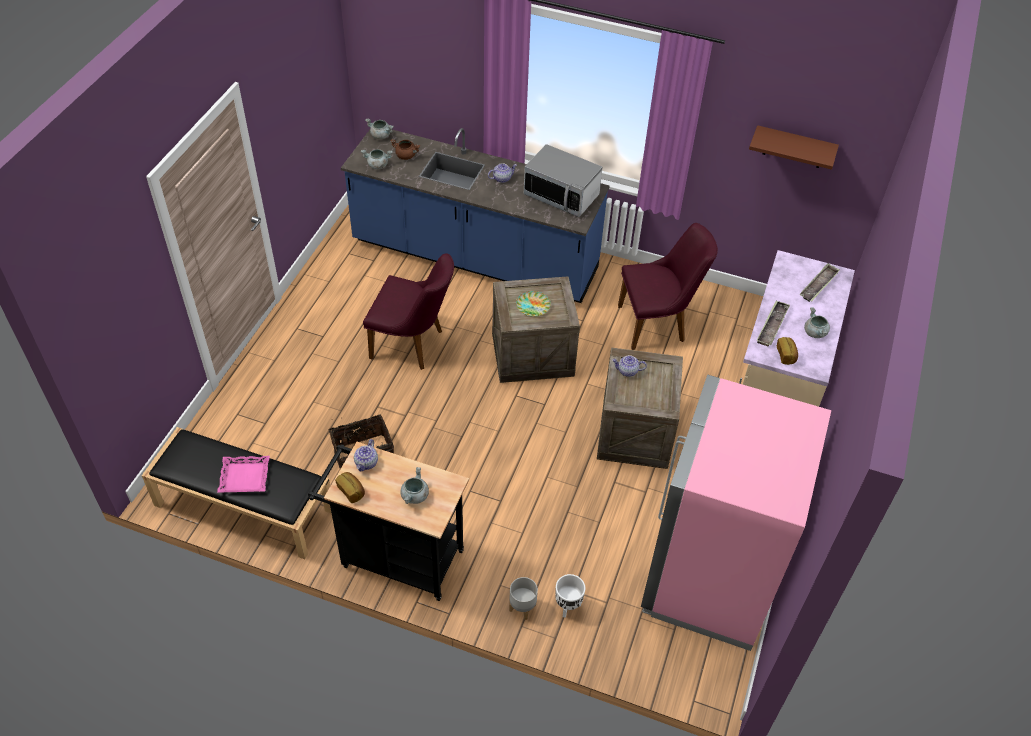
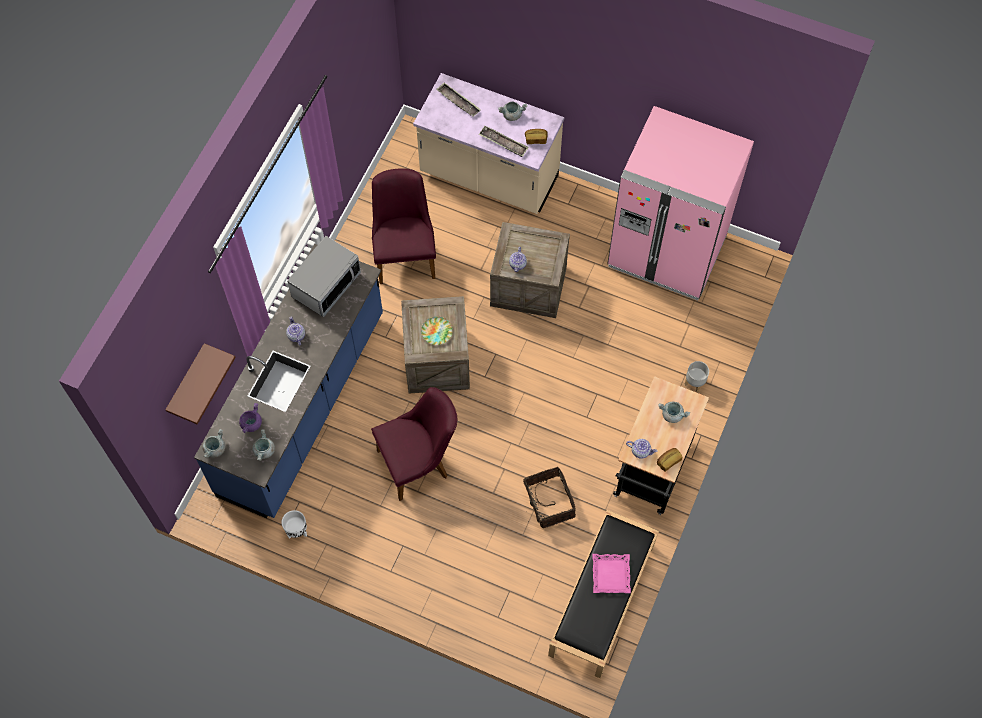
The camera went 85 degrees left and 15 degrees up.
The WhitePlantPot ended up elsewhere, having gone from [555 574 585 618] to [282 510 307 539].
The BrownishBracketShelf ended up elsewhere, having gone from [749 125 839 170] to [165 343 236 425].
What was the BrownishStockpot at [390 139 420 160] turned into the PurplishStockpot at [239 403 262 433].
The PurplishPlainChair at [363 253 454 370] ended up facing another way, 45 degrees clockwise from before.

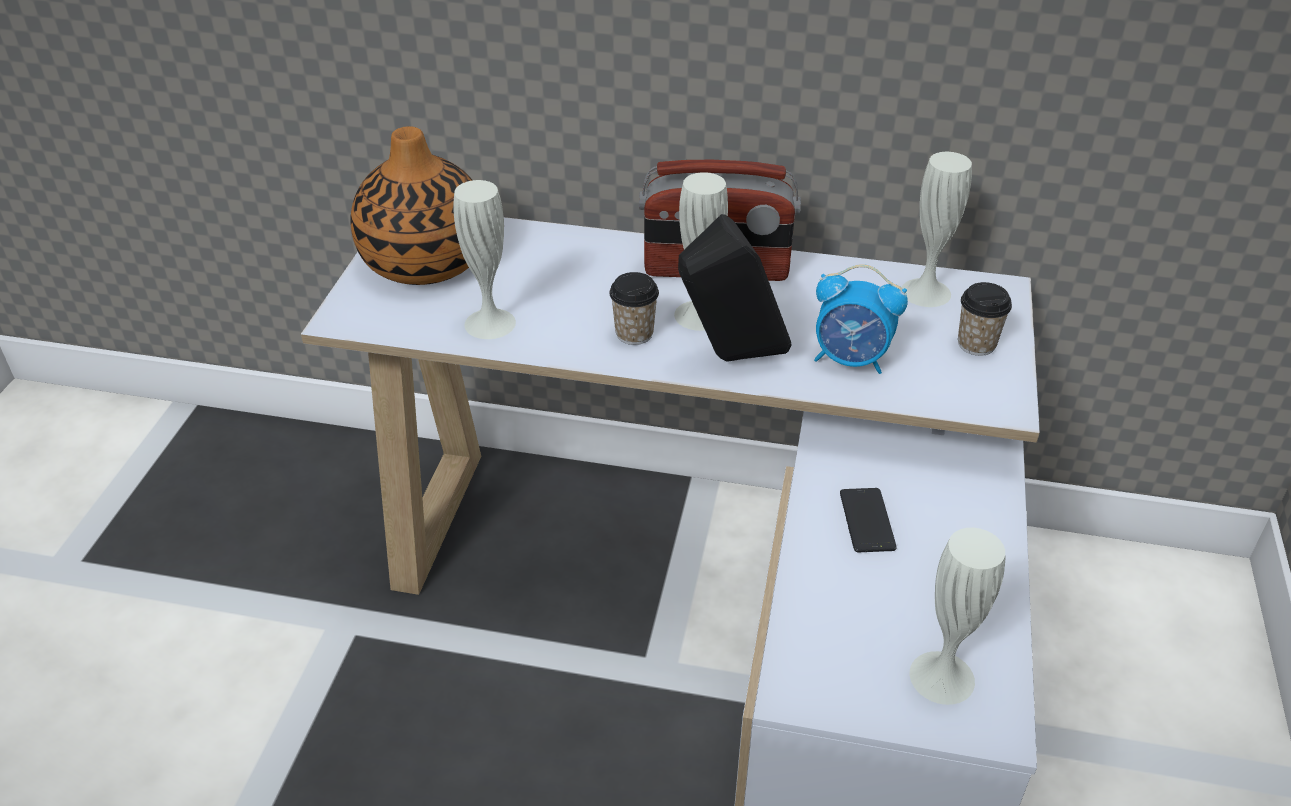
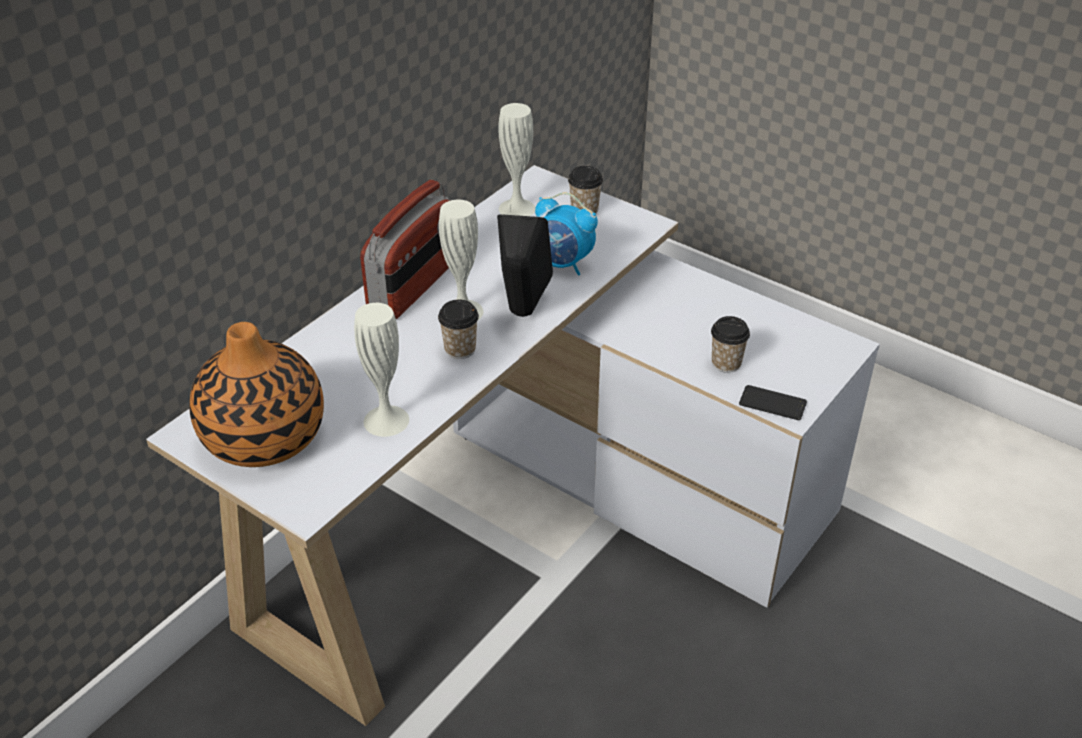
The camera went 65 degrees left and 0 degrees up.
The second view lost the WhiteVase at [910 528 1005 705].
The second view gained the SmallCup at [711 316 750 373].
The Phone ended up elsewhere, having gone from [840 488 897 552] to [739 385 807 420].
The AlarmClock at [814 264 908 374] ended up facing another way, 75 degrees clockwise from before.

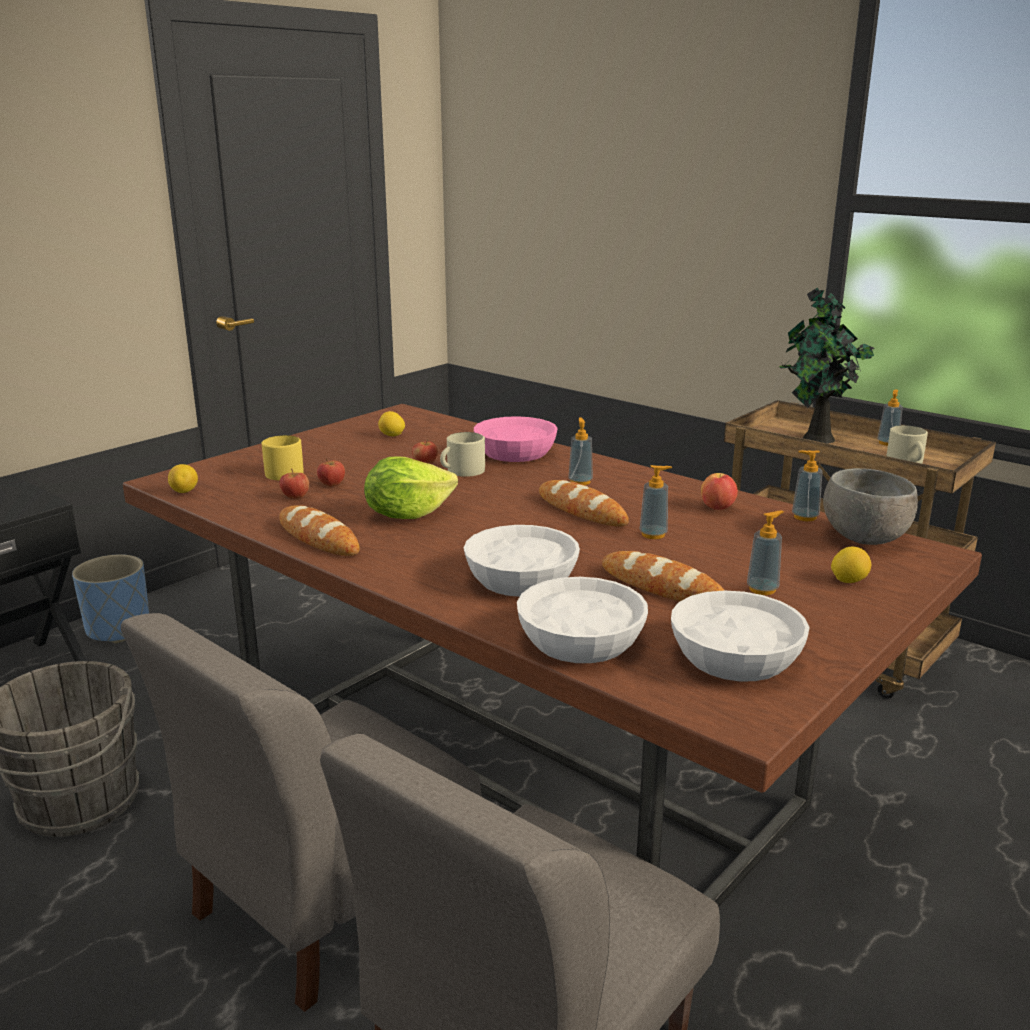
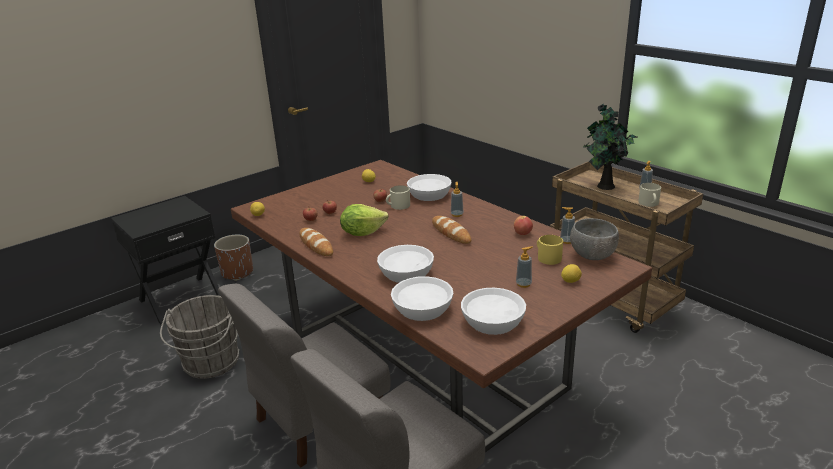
The camera went 10 degrees right and 5 degrees up.
The second view lost the Bread at [602 551 724 601].
The second view lost the LiquidSoapBottle at [640 465 672 539].
The YellowCoffeeMug ended up elsewhere, having gone from [262 435 303 480] to [537 235 563 265].
What was the BlueColouredPlantPot at [72 554 149 644] turned into the BrownishPlantPot at [214 235 253 281].
What was the PinkBowl at [474 416 558 462] turned into the WhiteBowl at [407 174 452 201].

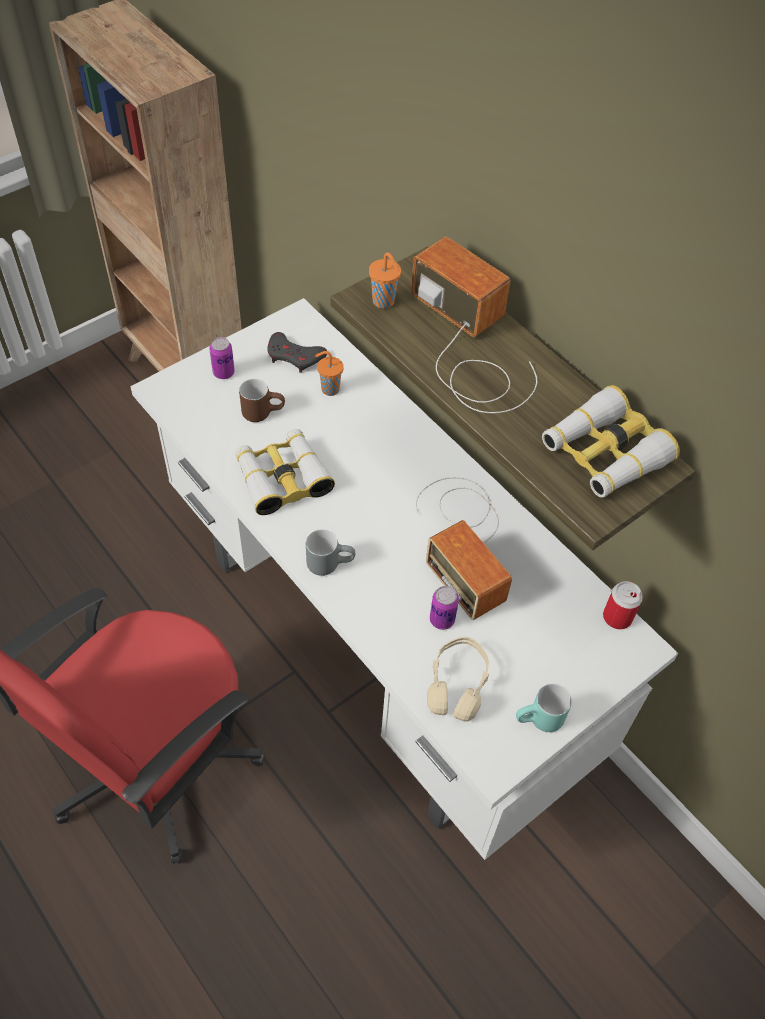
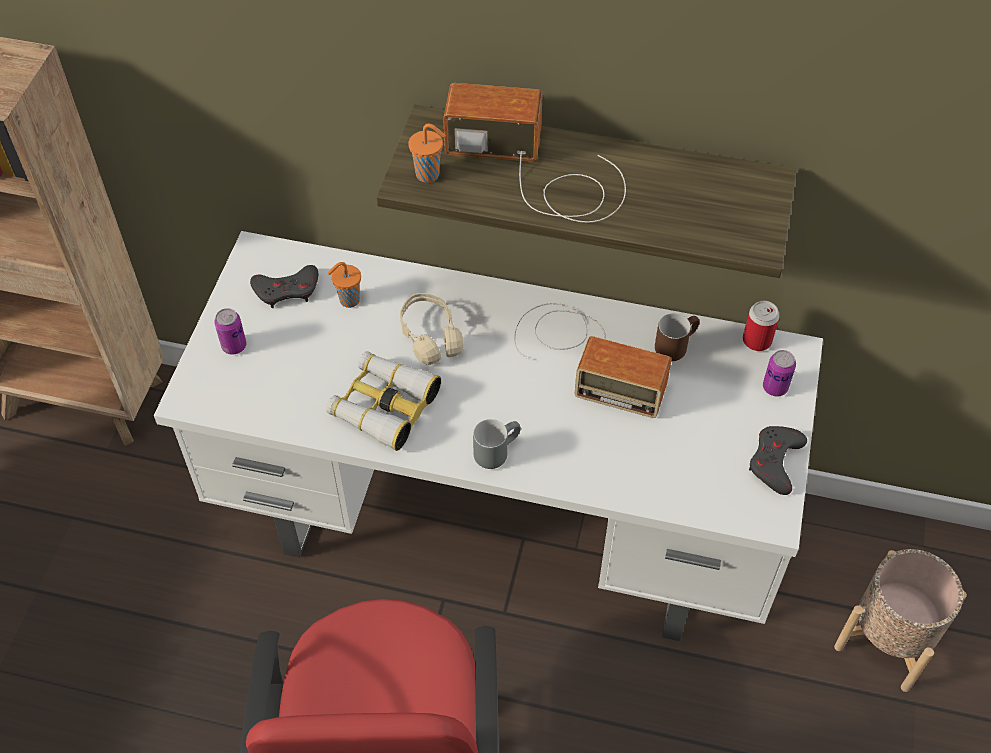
The camera went 35 degrees left and 0 degrees up.
The second view lost the Binoculars at [542 385 680 497].
The second view gained the BeigeColouredPlantPot at [834 549 967 692].
The BrownishCoffeeMug ended up elsewhere, having gone from [239 379 285 422] to [655 313 700 361].
The BeigeColouredPairOfHeadphones ended up elsewhere, having gone from [427 637 489 721] to [400 293 464 365].
The Can ended up elsewhere, having gone from [430 586 459 630] to [763 350 796 396].
Where the TurquoiseCoffeeMug stood at [516 684 572 732], the GreyishGameController came to stand at [749 426 807 495].

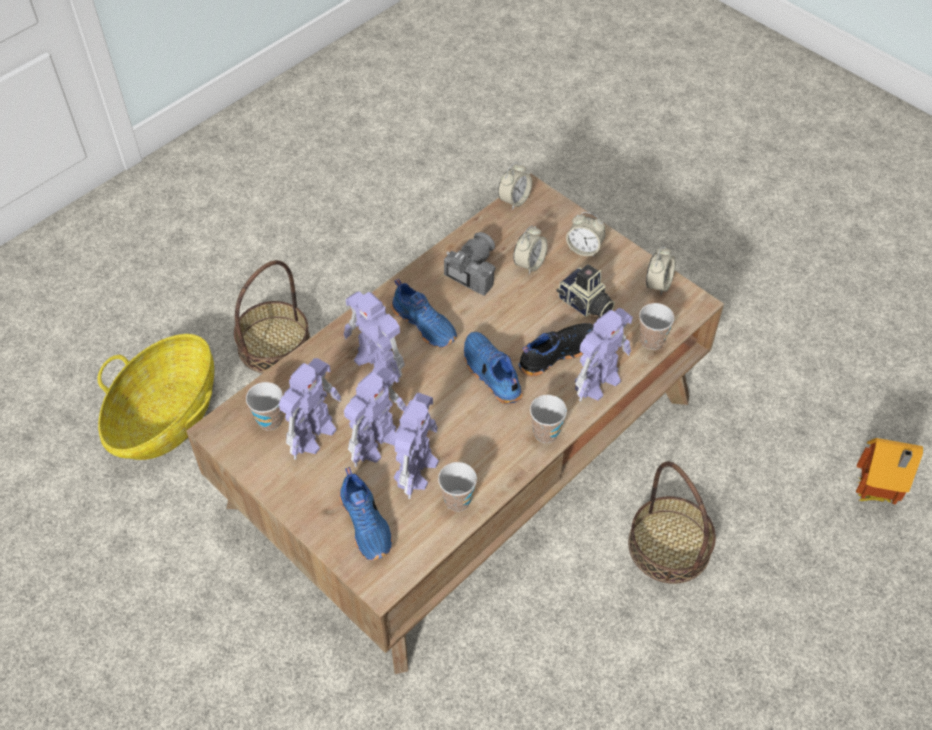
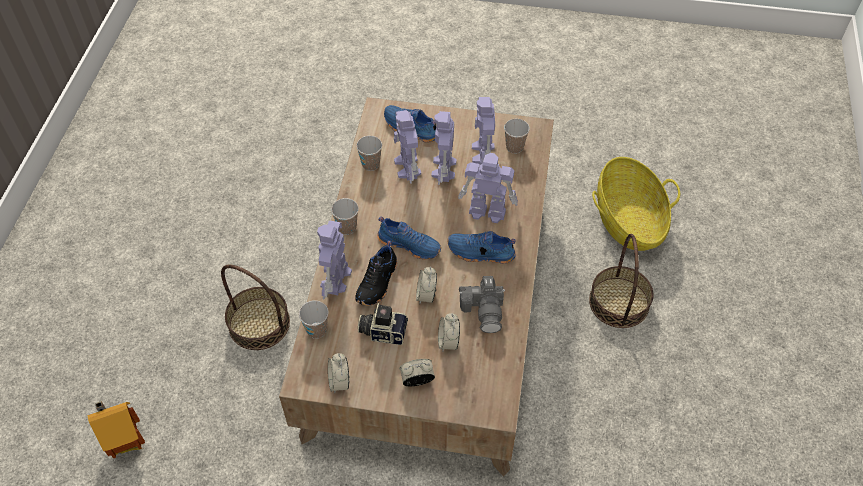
The camera went 145 degrees right and 0 degrees up.
The AlarmClock ended up elsewhere, having gone from [498 162 532 210] to [416 267 437 304].

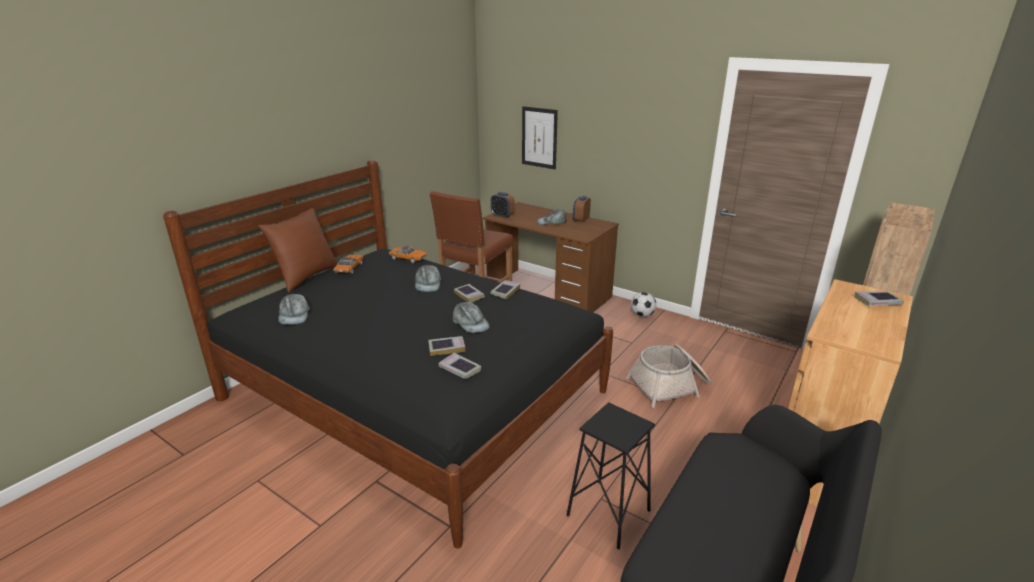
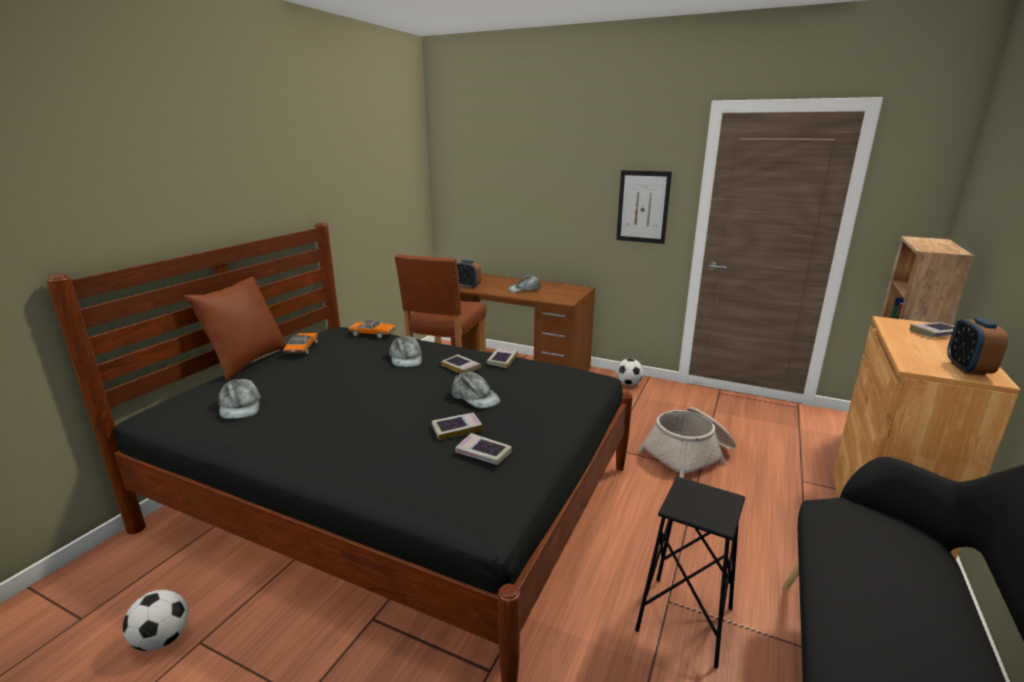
The camera went 10 degrees left and 5 degrees down.
The second view gained the BallForFootball at [123 589 188 651].
The WallArt ended up elsewhere, having gone from [522 106 558 169] to [616 170 672 244].
The AlarmClock ended up elsewhere, having gone from [573 196 591 223] to [947 317 1008 376].

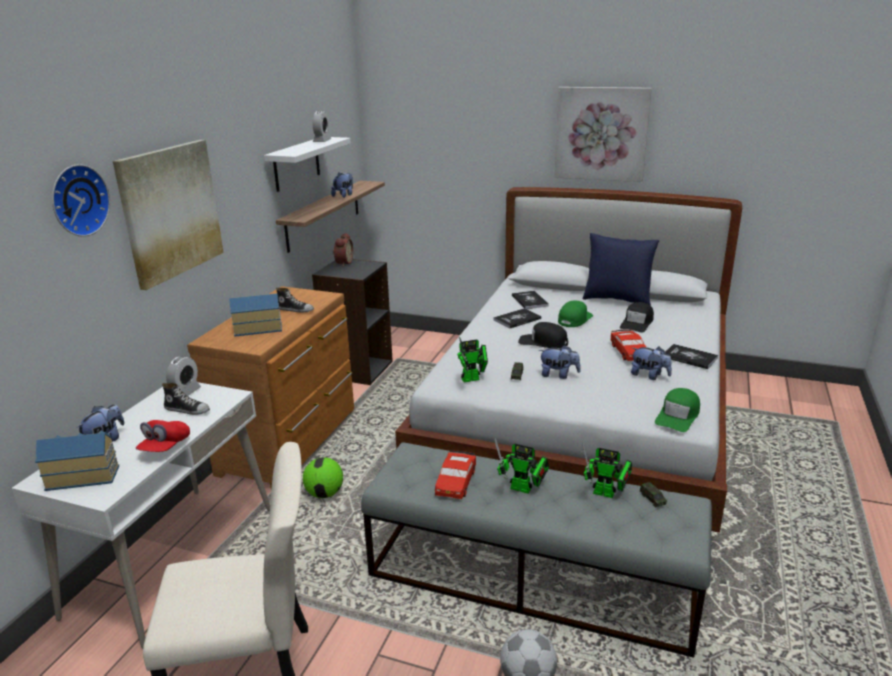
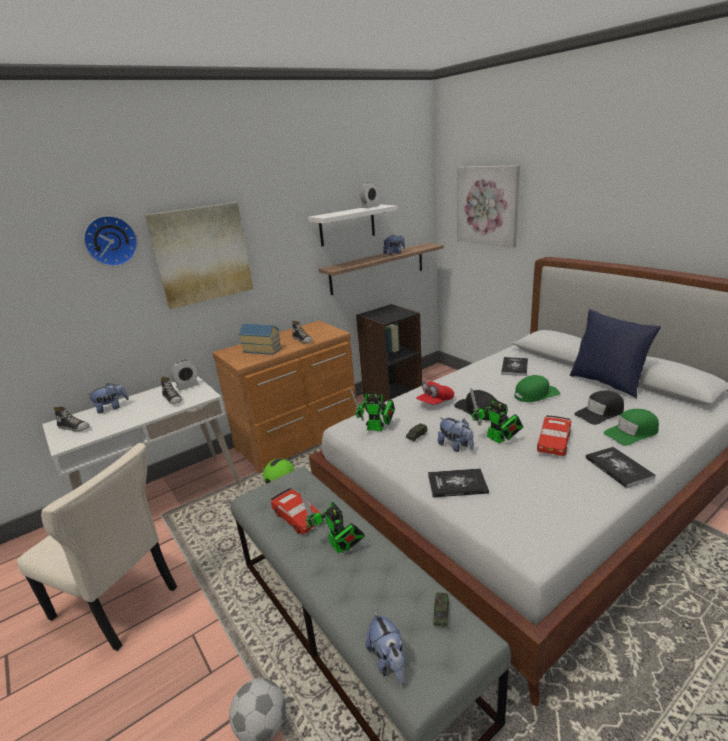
The camera went 35 degrees right and 0 degrees up.
The second view lost the AlarmClock at [333 233 353 267].
The ReddishCap ended up elsewhere, having gone from [136 420 190 452] to [417 381 454 405].
The Volume ended up elsewhere, having gone from [493 308 541 329] to [428 468 489 498].
The WallArt ended up elsewhere, having gone from [554 87 652 182] to [457 165 520 248].
The RobotFigure ended up elsewhere, having gone from [582 442 632 498] to [470 388 523 443].
The SoftToy ended up elsewhere, having gone from [631 347 672 380] to [366 611 405 684].
The GreenishCap ended up elsewhere, having gone from [655 388 700 432] to [603 409 659 446].
Where the ModelHouse stood at [35 431 119 491], the ItemOfFootwear came to stand at [53 407 90 432].
The ReddishModelCar at [435 450 476 499] ended up facing another way, 90 degrees counterclockwise from before.

